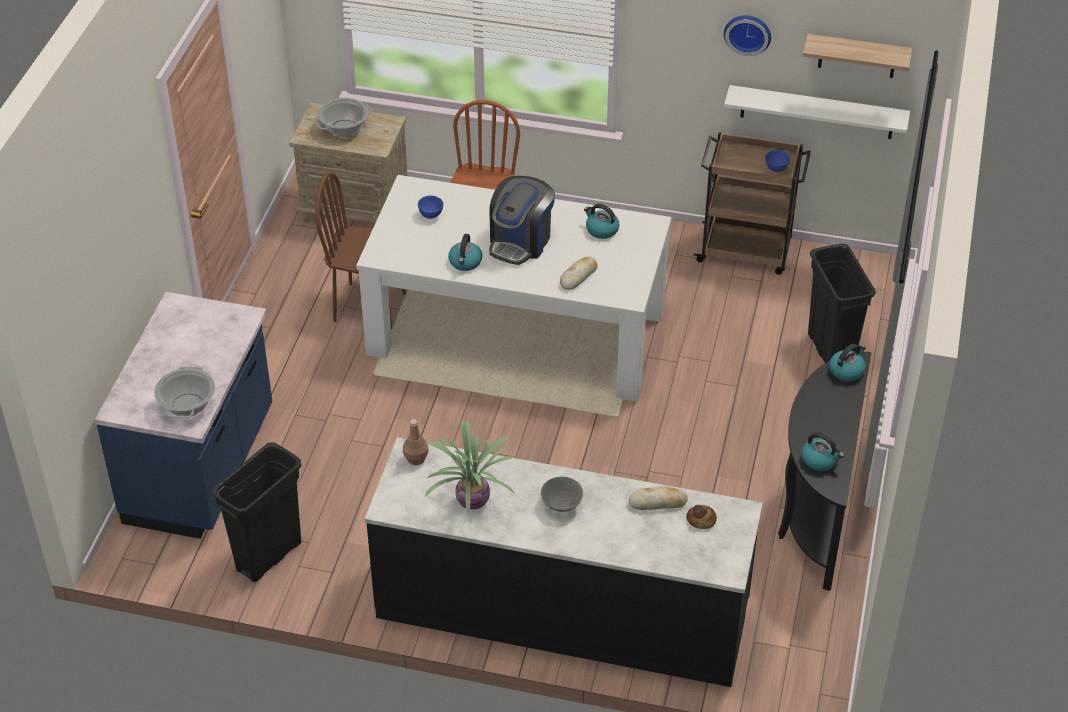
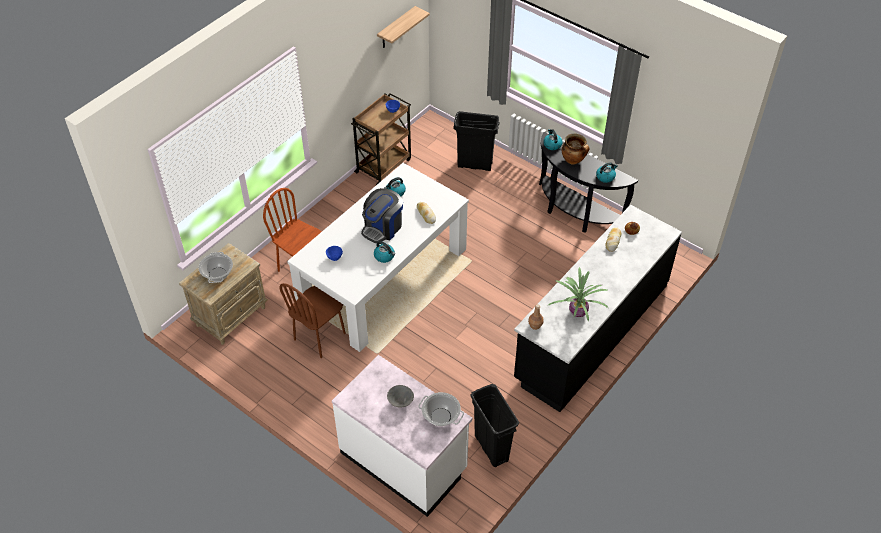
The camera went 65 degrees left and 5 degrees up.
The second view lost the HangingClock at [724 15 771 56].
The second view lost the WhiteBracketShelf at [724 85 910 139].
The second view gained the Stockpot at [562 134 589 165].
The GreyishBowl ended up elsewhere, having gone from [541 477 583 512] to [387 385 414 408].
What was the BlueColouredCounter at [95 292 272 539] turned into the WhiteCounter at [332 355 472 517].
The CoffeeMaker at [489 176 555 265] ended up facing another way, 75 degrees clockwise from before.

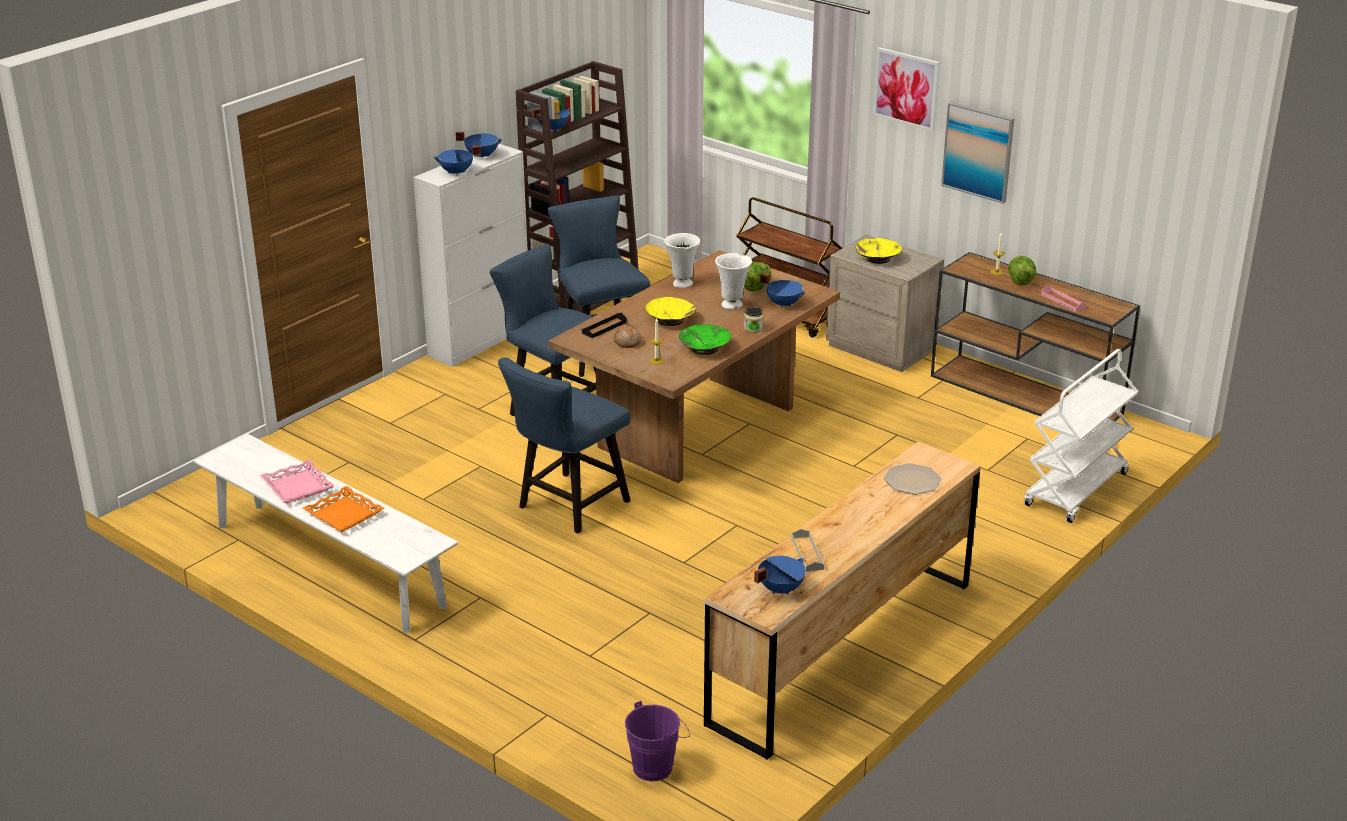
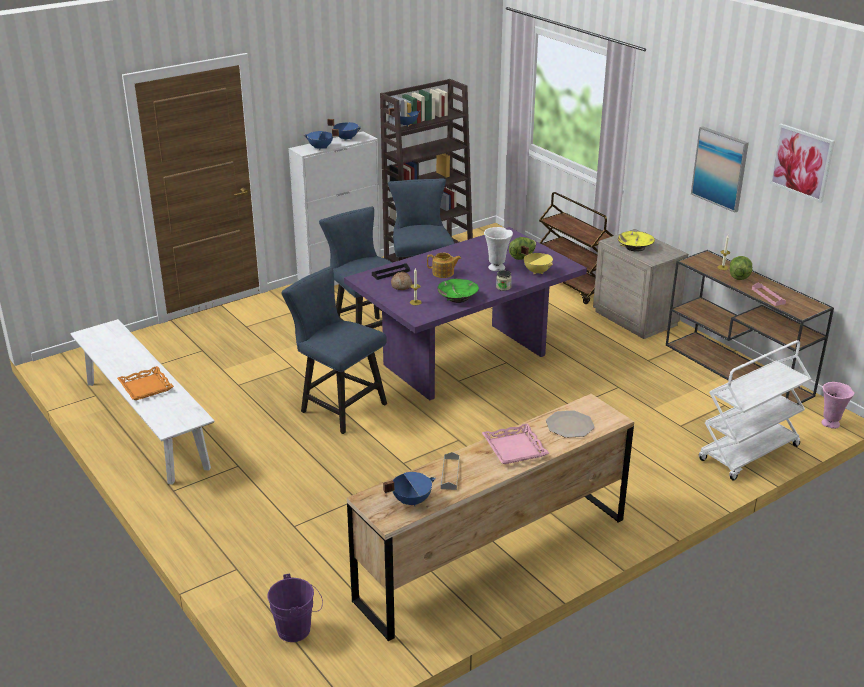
The camera went 15 degrees right and 0 degrees up.
The second view lost the WhiteVase at [664 233 700 288].
The second view gained the PinkVase at [822 382 855 429].
The PinkServingTray ended up elsewhere, having gone from [260 460 334 504] to [482 424 550 464].
The WallArt ended up elsewhere, having gone from [873 47 940 132] to [769 124 835 203].
Where the YellowBowl stood at [645 297 696 326], the PotForTea came to stand at [427 253 461 278].
What was the BrownishDiningTable at [548 250 840 483] turned into the PurplishDiningTable at [344 227 587 400].
What was the BlueColouredStockpot at [760 273 806 308] turned into the YellowStockpot at [521 246 553 274].
The BlueColouredPlainChair at [498 357 631 534] ended up facing another way, 75 degrees clockwise from before.

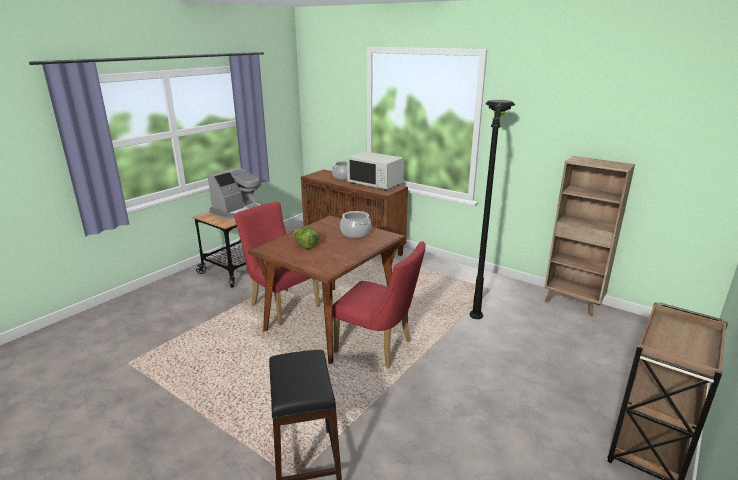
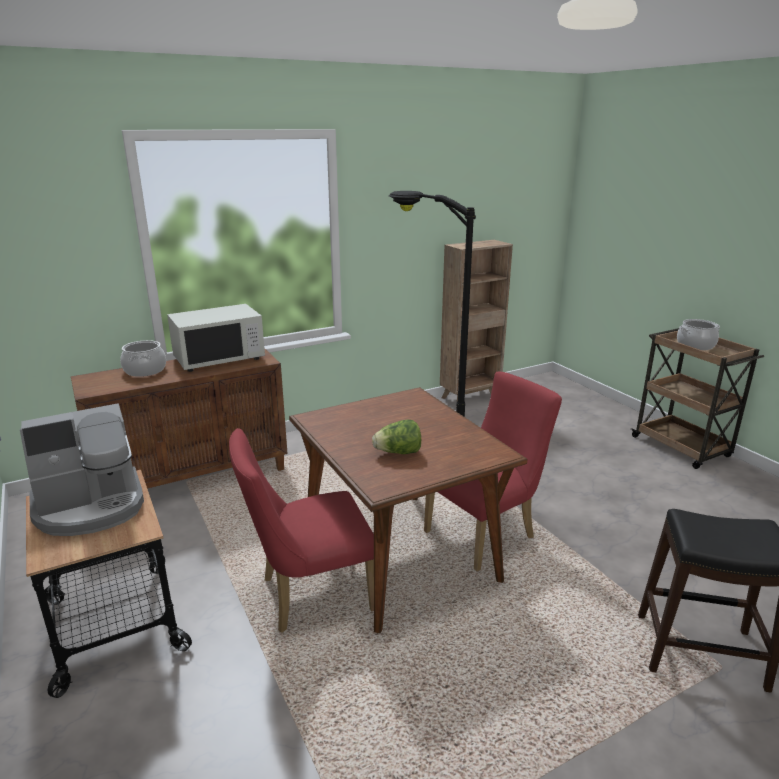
The camera went 65 degrees left and 0 degrees up.
The Stockpot ended up elsewhere, having gone from [340 211 371 238] to [677 319 720 350].
The CoffeeMaker at [207 167 263 219] ended up facing another way, 90 degrees clockwise from before.

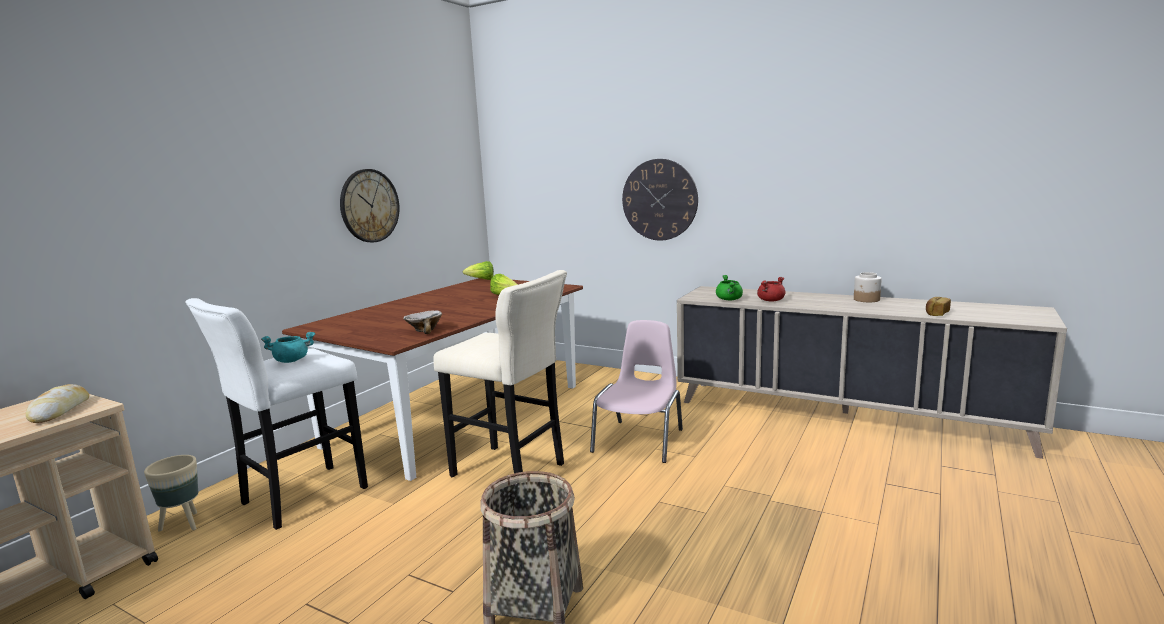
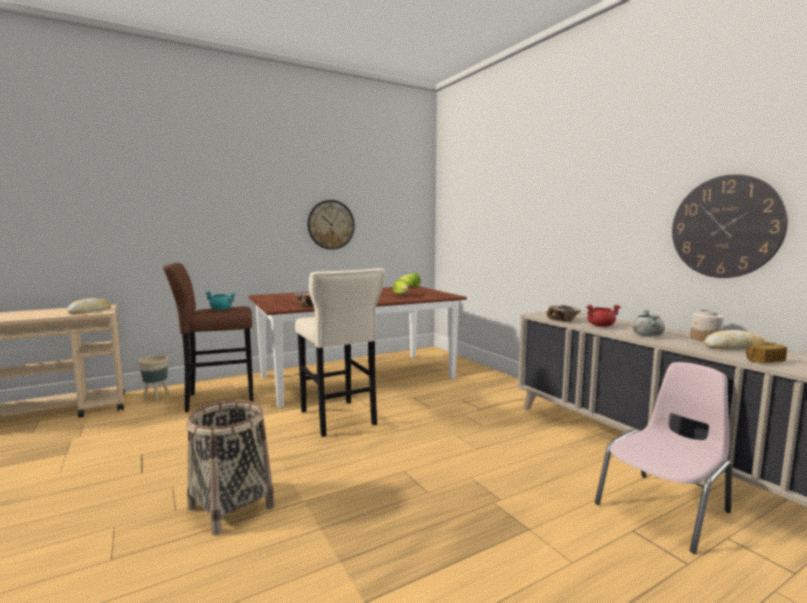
The camera went 30 degrees right and 5 degrees down.
The second view gained the GreyishStockpot at [632 310 665 336].
The second view gained the Bread at [704 330 766 350].
The PinkPlainChair ended up elsewhere, having gone from [590 320 683 463] to [595 362 732 554].
The HangingClock ended up elsewhere, having gone from [622 159 698 241] to [672 174 788 278].
Where the GreenishStockpot stood at [716 275 743 300], the Bowl came to stand at [547 305 581 322].
What was the WhiteStoolSeat at [185 298 368 530] turned into the BrownishStoolSeat at [163 263 254 412].

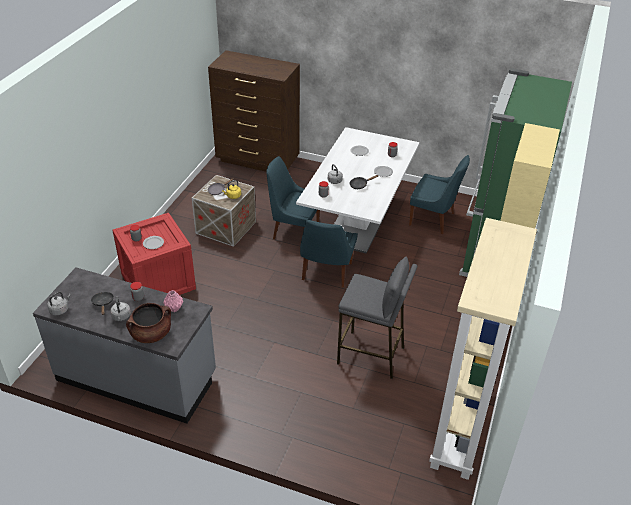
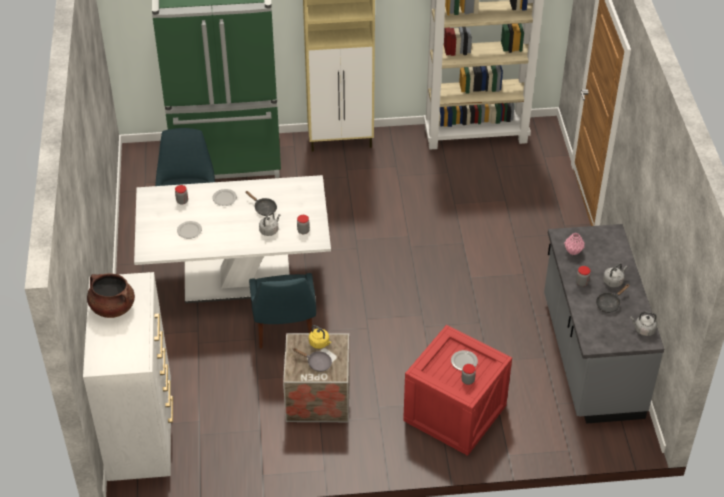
The camera went 115 degrees left and 5 degrees up.
The second view lost the BlueColouredPlainChair at [300 220 358 288].
The second view lost the GreyishStoolSeat at [337 256 417 379].
The BrownishStockpot ended up elsewhere, having gone from [126 303 171 343] to [87 273 135 318].
What was the BrownishDrawerChest at [208 50 300 172] turned into the WhiteDrawerChest at [83 272 173 481].

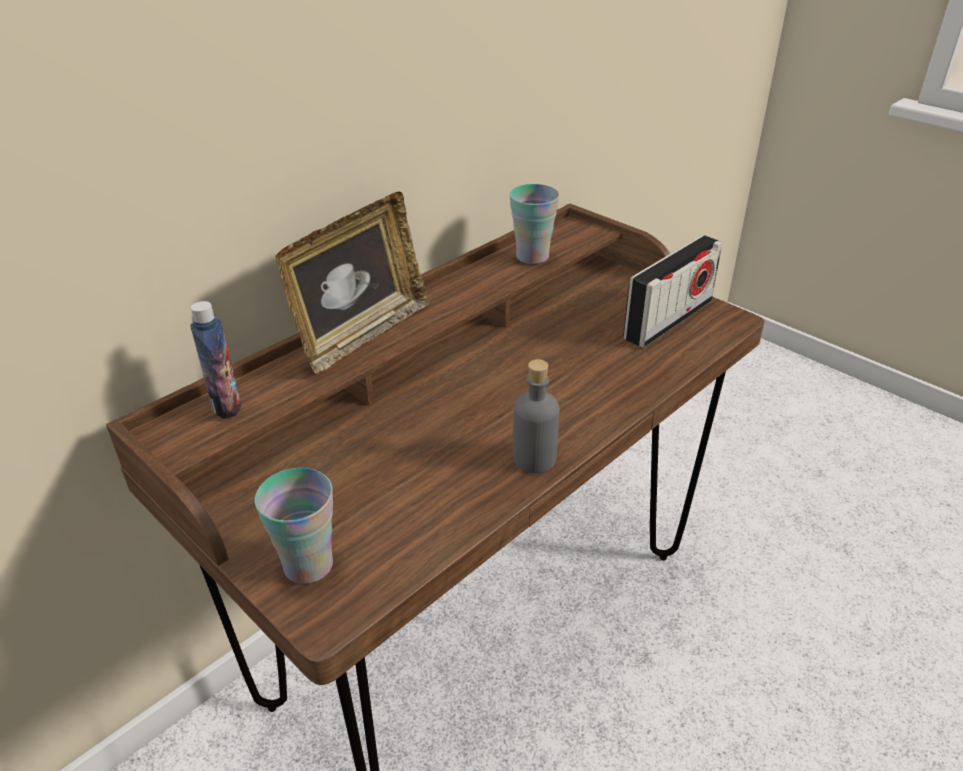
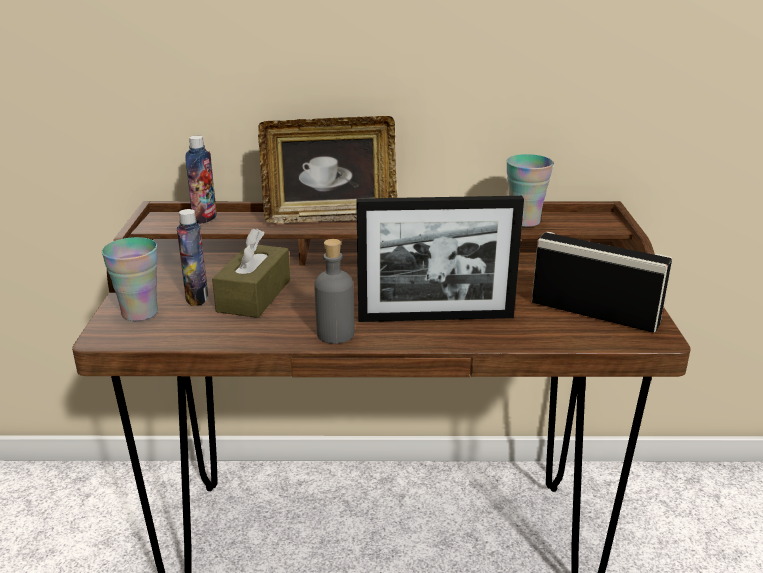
The camera went 45 degrees right and 10 degrees down.
The second view gained the DrinkBottle at [177 209 208 306].
The second view gained the BrownishTissueBox at [212 229 290 318].
The second view gained the PictureFrame at [356 196 524 322].
The RadioReceiver at [623 235 722 348] ended up facing another way, 150 degrees counterclockwise from before.

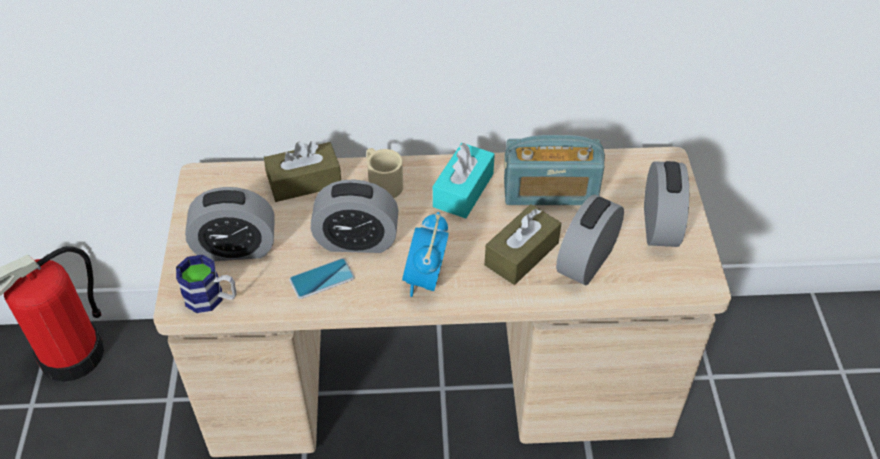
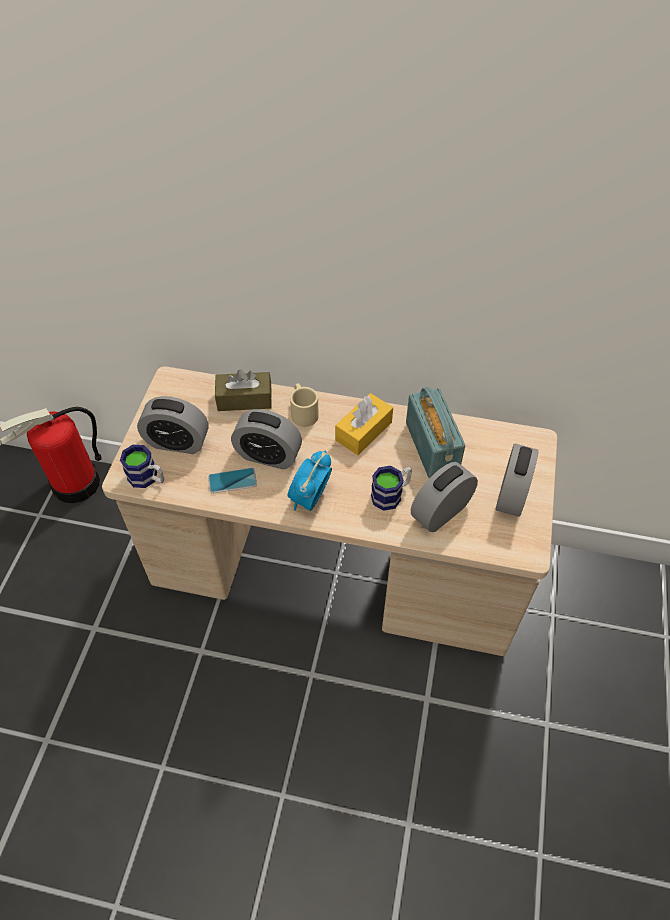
The camera went 15 degrees right and 5 degrees up.
Where the BrownishTissueBox stood at [485 204 561 285], the CoffeeMug came to stand at [371 466 412 511].
What was the TurquoiseTissueBox at [433 143 495 219] turned into the YellowTissueBox at [335 393 393 455].
The RadioReceiver at [504 135 605 205] ended up facing another way, 120 degrees counterclockwise from before.

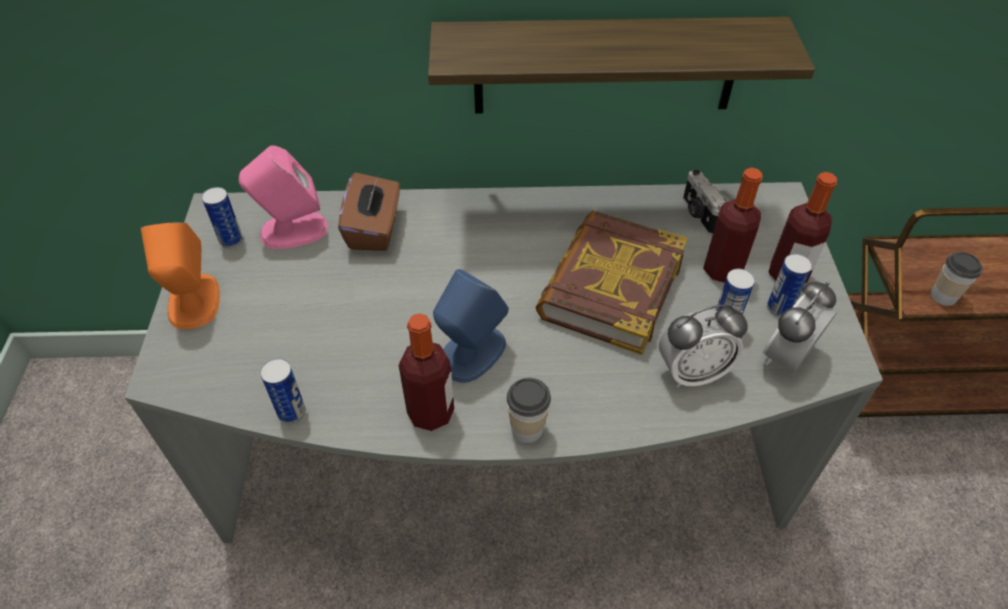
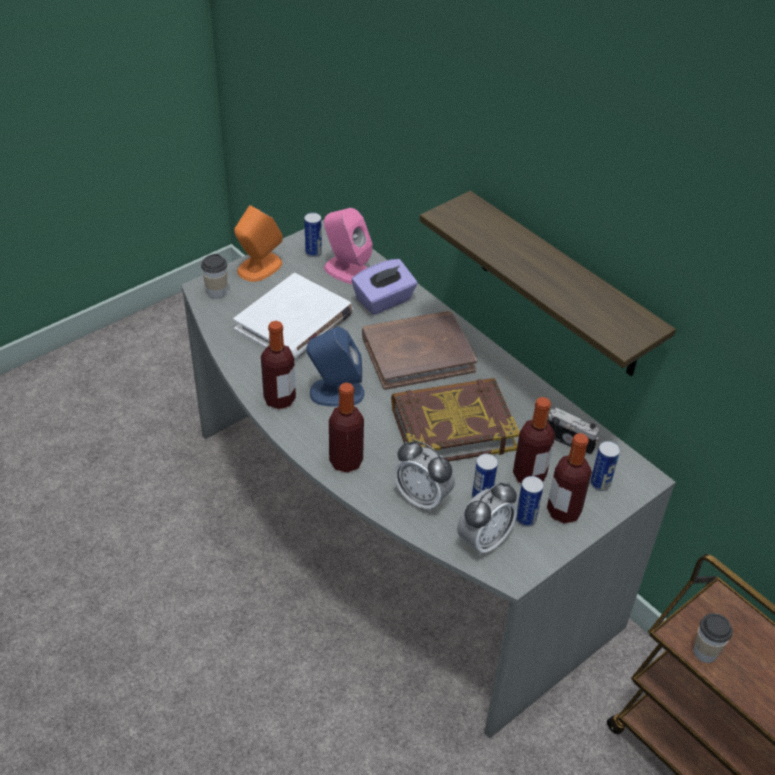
The camera went 50 degrees right and 5 degrees down.
The second view gained the WhiteVolume at [233 273 353 361].
The second view gained the DrinkBottle at [329 382 364 473].
The second view gained the BrownishVolume at [362 311 477 390].
The Can ended up elsewhere, having gone from [260 358 306 423] to [590 441 620 491].
The SmallCup ended up elsewhere, having gone from [507 378 551 443] to [201 254 227 299].
What was the BrownishTissueBox at [338 172 400 251] turned into the PurplishTissueBox at [351 259 417 315].
The StillCamera at [683 170 726 235] ended up facing another way, 90 degrees clockwise from before.
The AlarmClock at [762 282 837 373] ended up facing another way, 135 degrees clockwise from before.

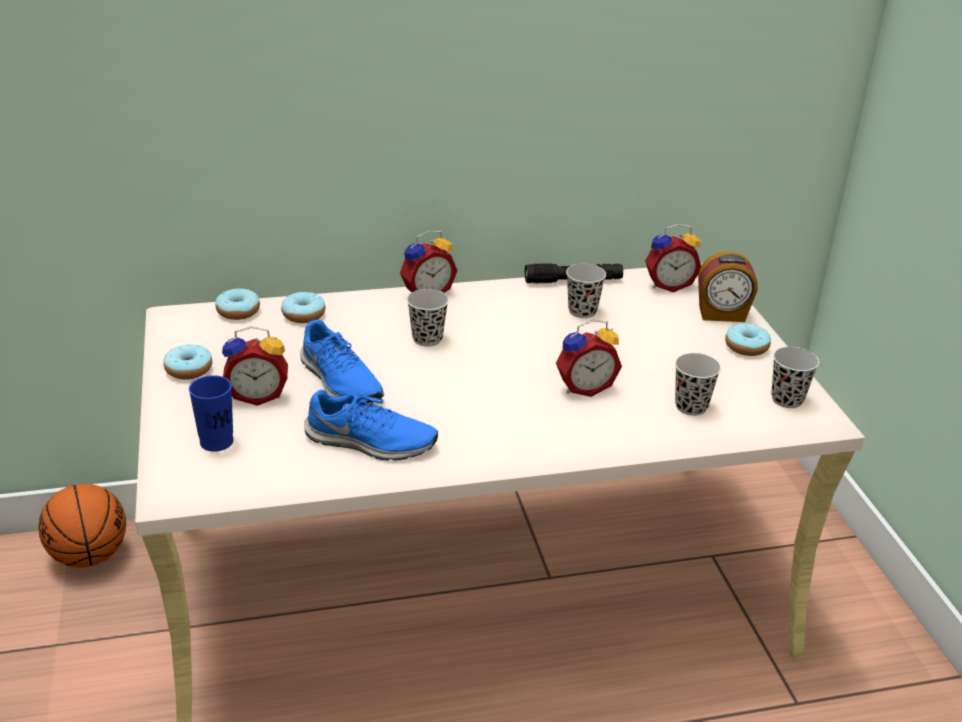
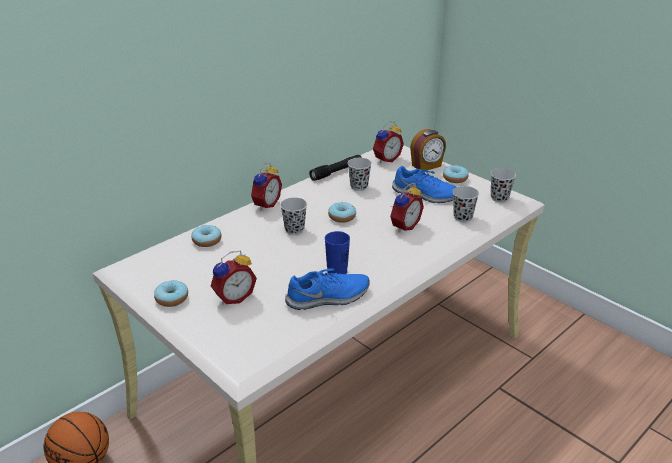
The camera went 30 degrees left and 0 degrees up.
The BlueColouredSmallCup ended up elsewhere, having gone from [189 375 233 452] to [325 231 350 274].
The Donut ended up elsewhere, having gone from [216 287 260 320] to [328 202 356 223].
The BlueColouredItemOfFootwear ended up elsewhere, having gone from [300 319 384 403] to [392 166 456 203].

